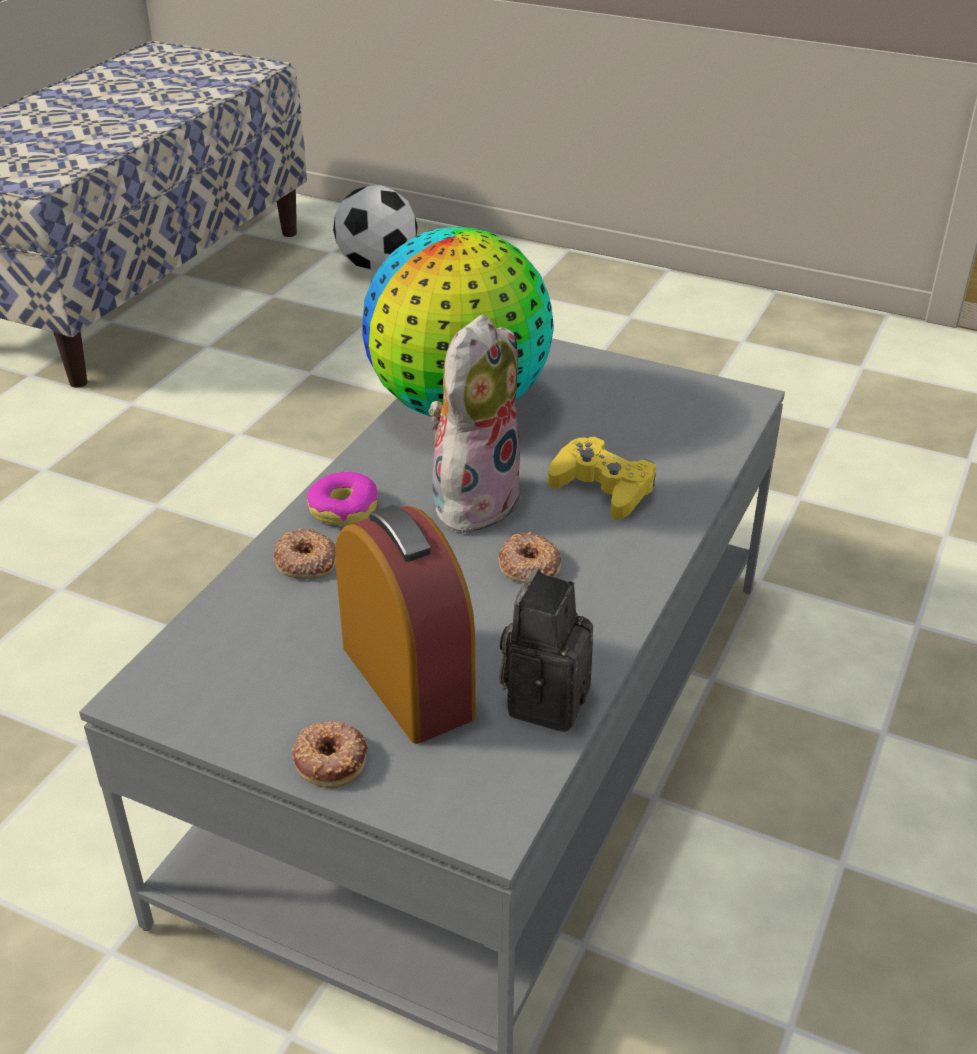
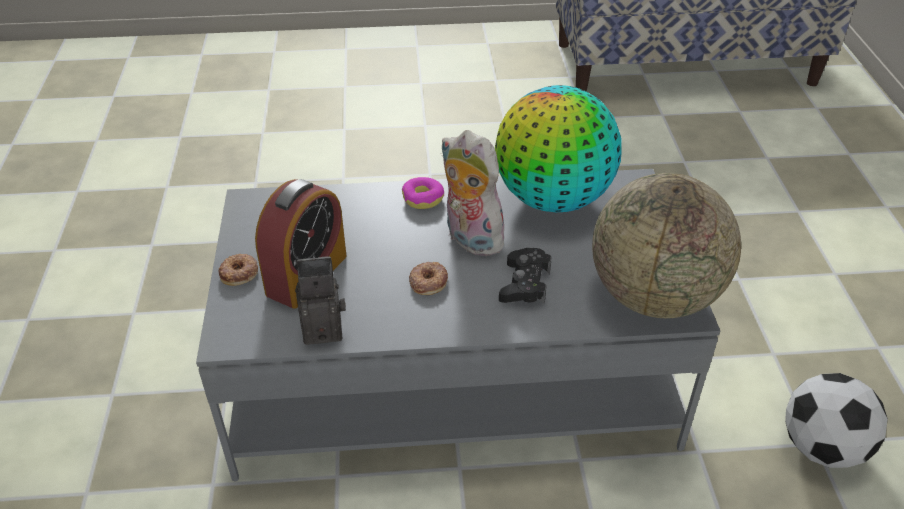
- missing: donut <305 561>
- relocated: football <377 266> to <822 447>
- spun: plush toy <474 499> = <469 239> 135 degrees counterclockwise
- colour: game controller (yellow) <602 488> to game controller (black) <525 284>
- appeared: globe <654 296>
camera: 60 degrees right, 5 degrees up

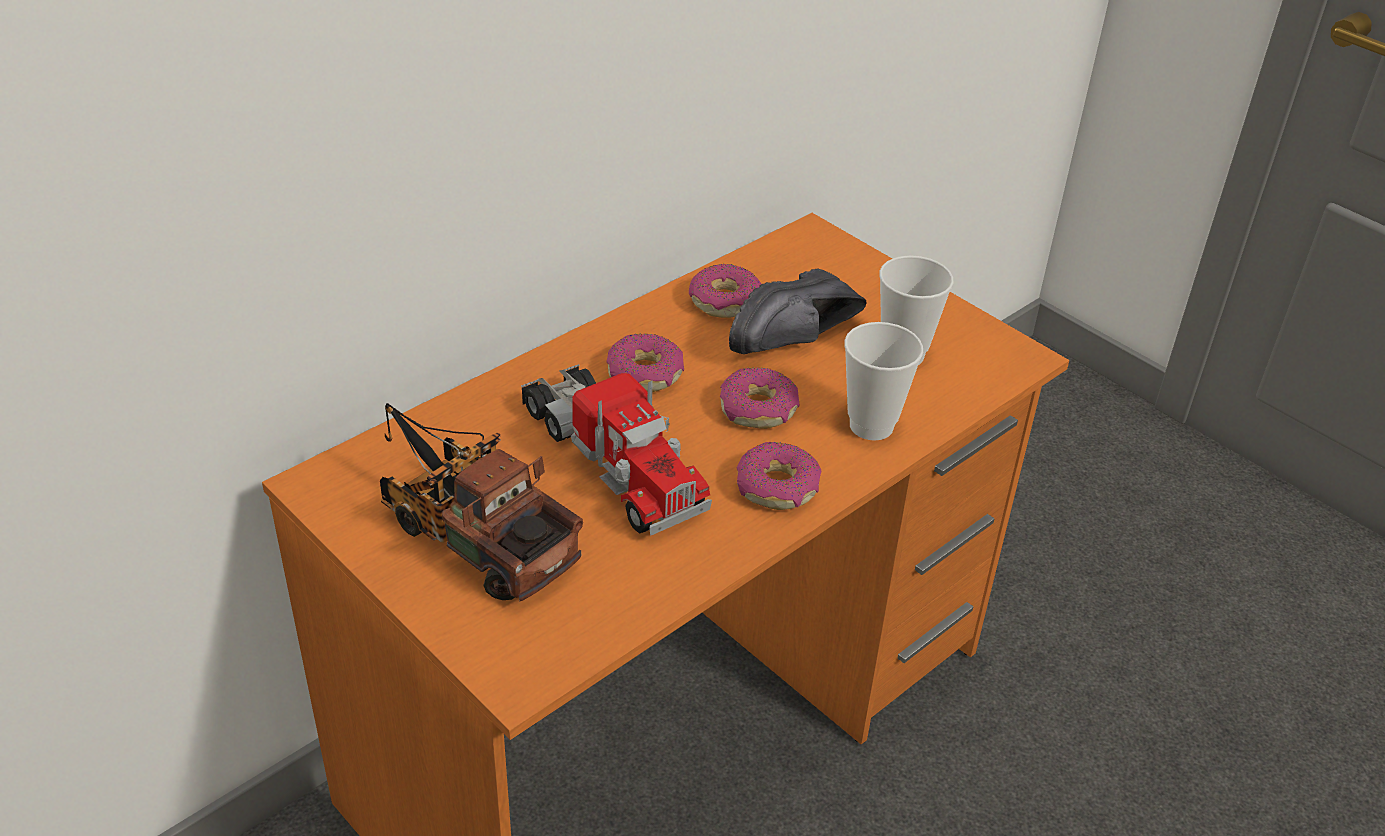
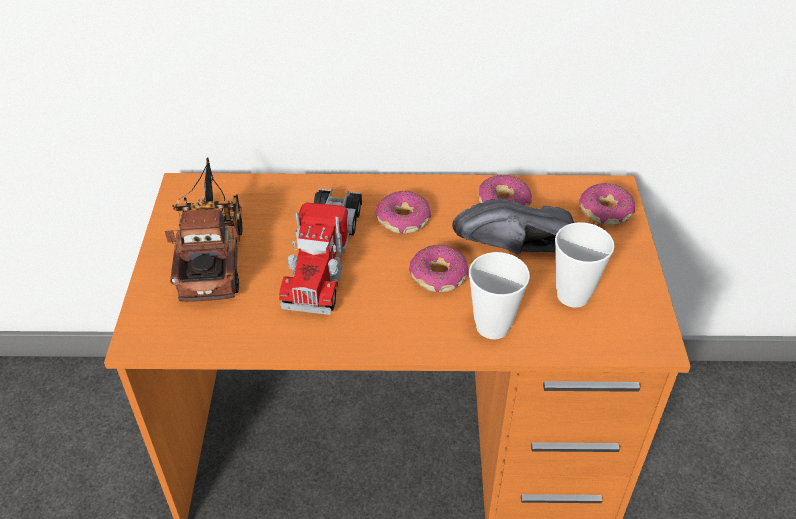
- relocated: donut <777 488> to <605 212>
camera: 45 degrees right, 5 degrees up

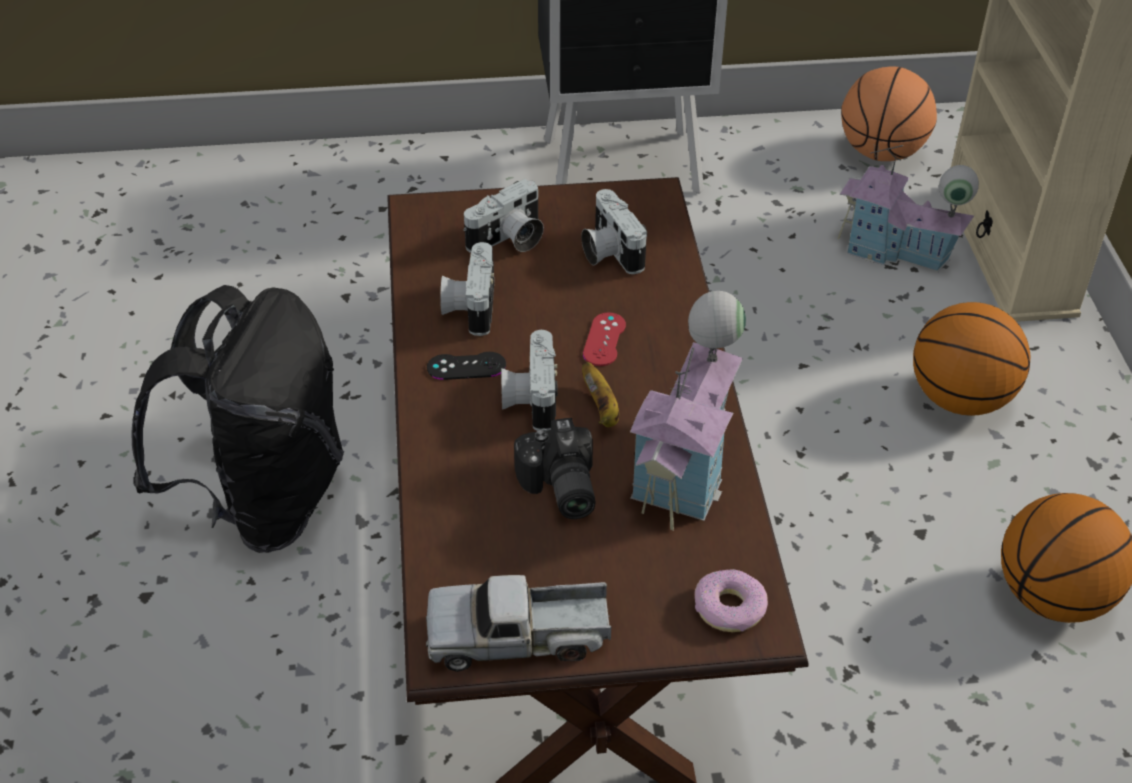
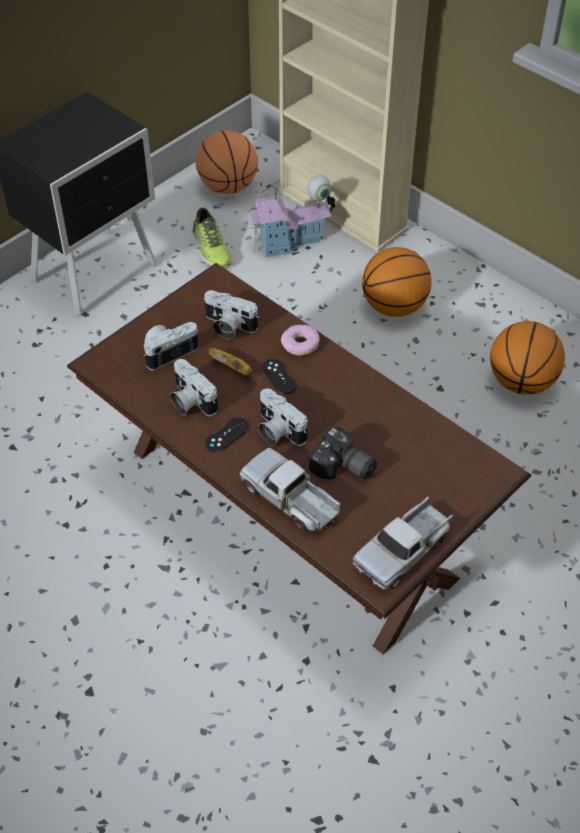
- missing: backpack (black) <264 500>
- spun: photo camera <509 240> = <168 351> 135 degrees counterclockwise
- relocated: banana <602 409> to <233 368>
- colour: game controller (red) <604 340> to game controller (black) <279 377>
- missing: toy house <688 466>
- relocated: donut <729 608> to <300 344>
- appeared: shoe <210 248>
- appeared: toy truck <290 499>
camera: 40 degrees left, 5 degrees up

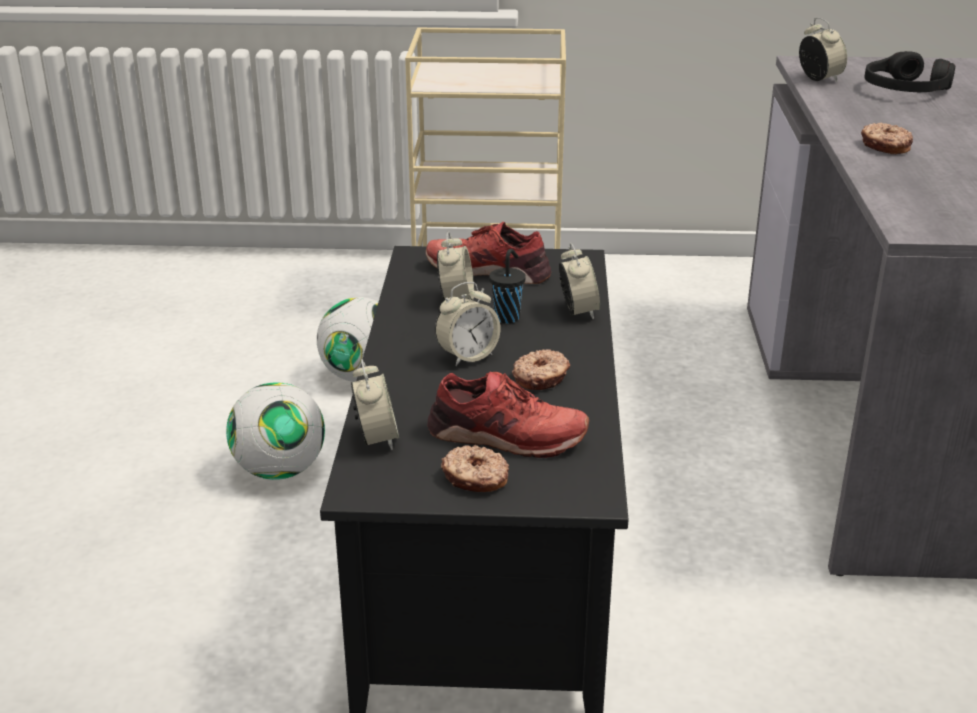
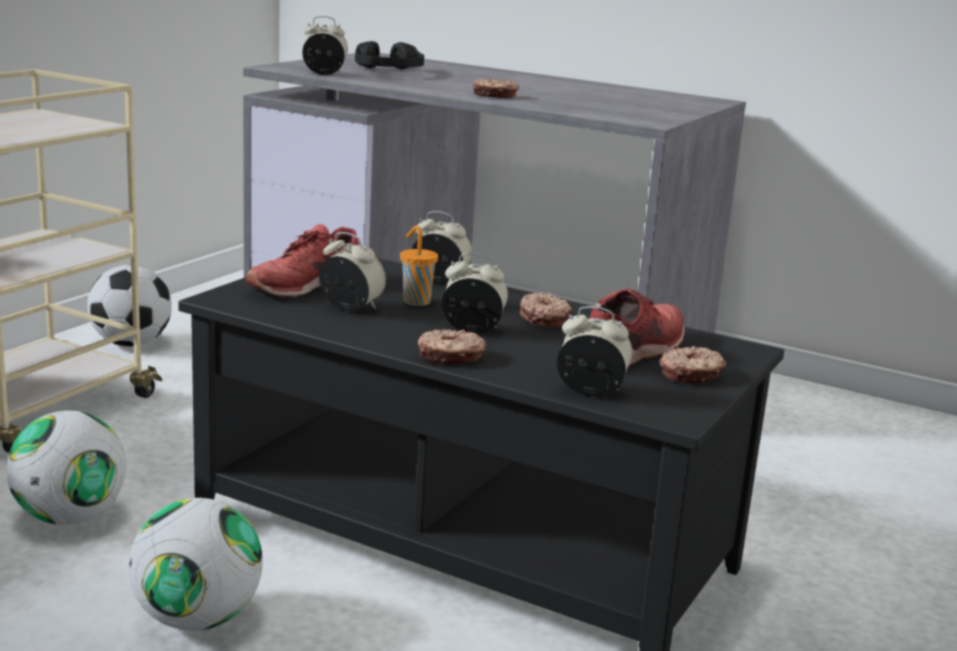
- spun: alarm clock <467 356> = <472 330> 75 degrees counterclockwise
- colour: cup (black) <507 317> to cup (orange) <415 301>
- appeared: football <131 343>
- appeared: donut <450 357>
camera: 65 degrees left, 10 degrees down

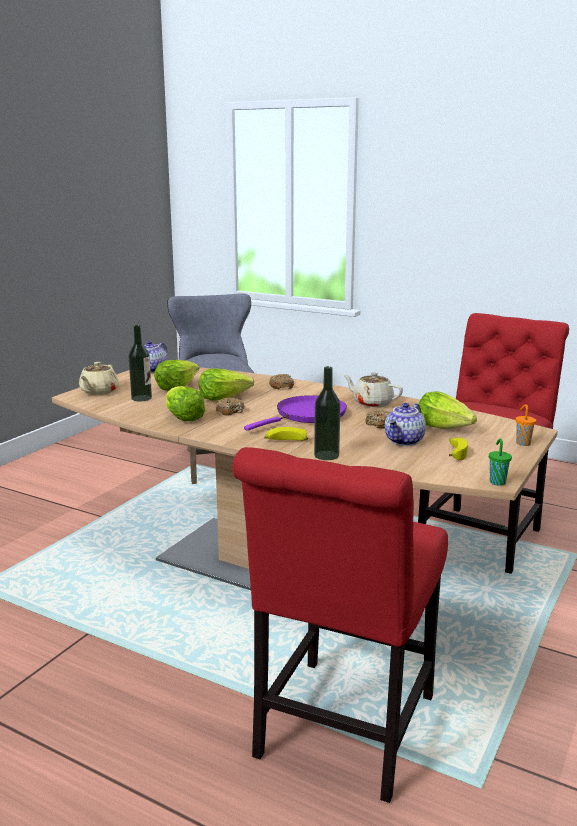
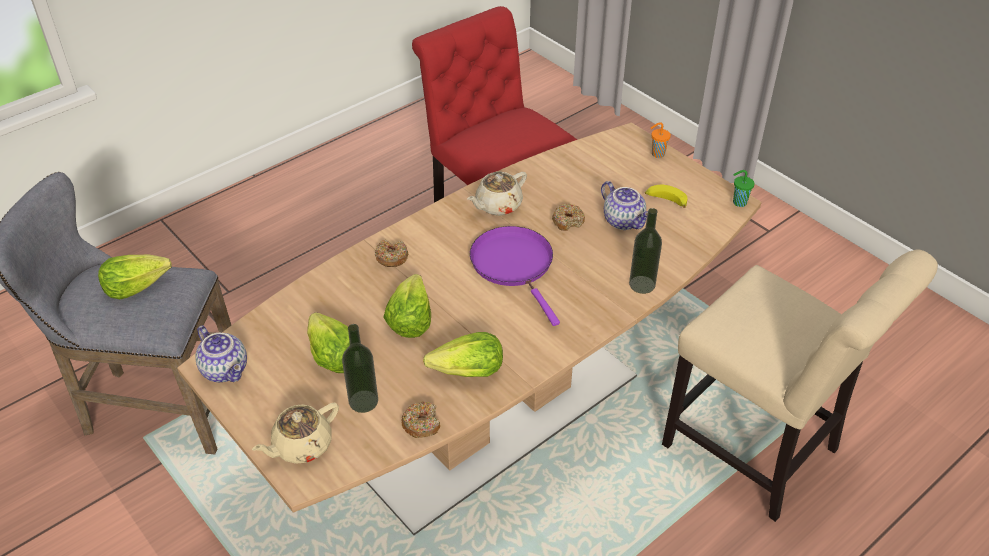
- spun: teapot (beige) <98 391> = <301 446> 105 degrees clockwise
- relocated: donut <230 411> to <421 424>
- colour: chair (red) <341 733> to chair (beige) <757 453>
- missing: banana <285 441>
- relocated: lettuce <444 427> to <136 286>
camera: 70 degrees left, 25 degrees up

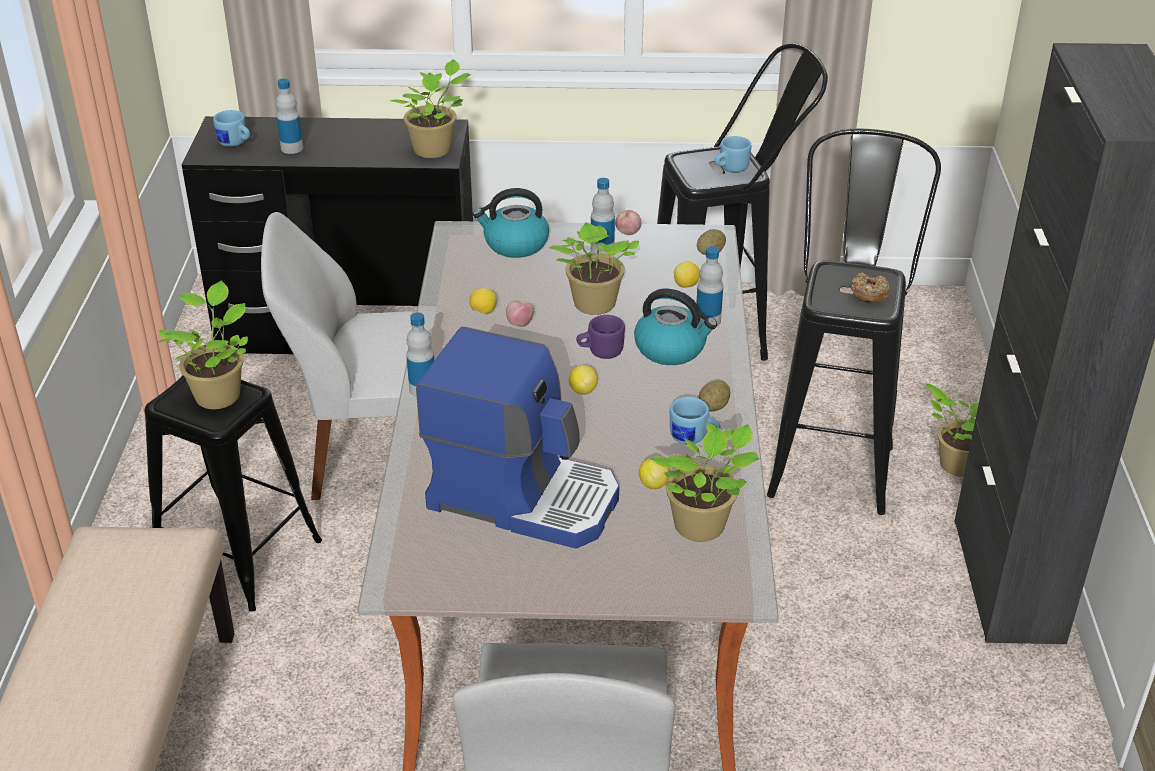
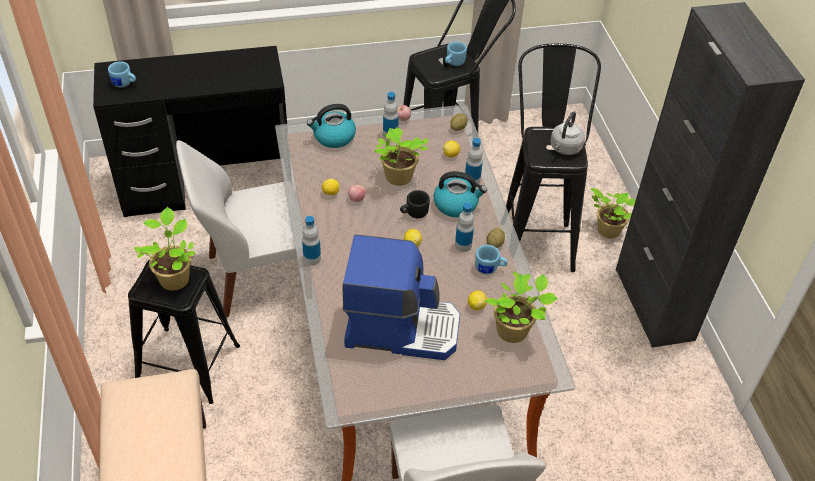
- relocated: bottle <292 148> to <463 245>
- missing: potted plant <435 150>
- colour: mug (purple) <600 352> to mug (black) <413 213>
- exchanged: donut <869 293> to kettle (grey) <564 148>
camera: 15 degrees left, 10 degrees up

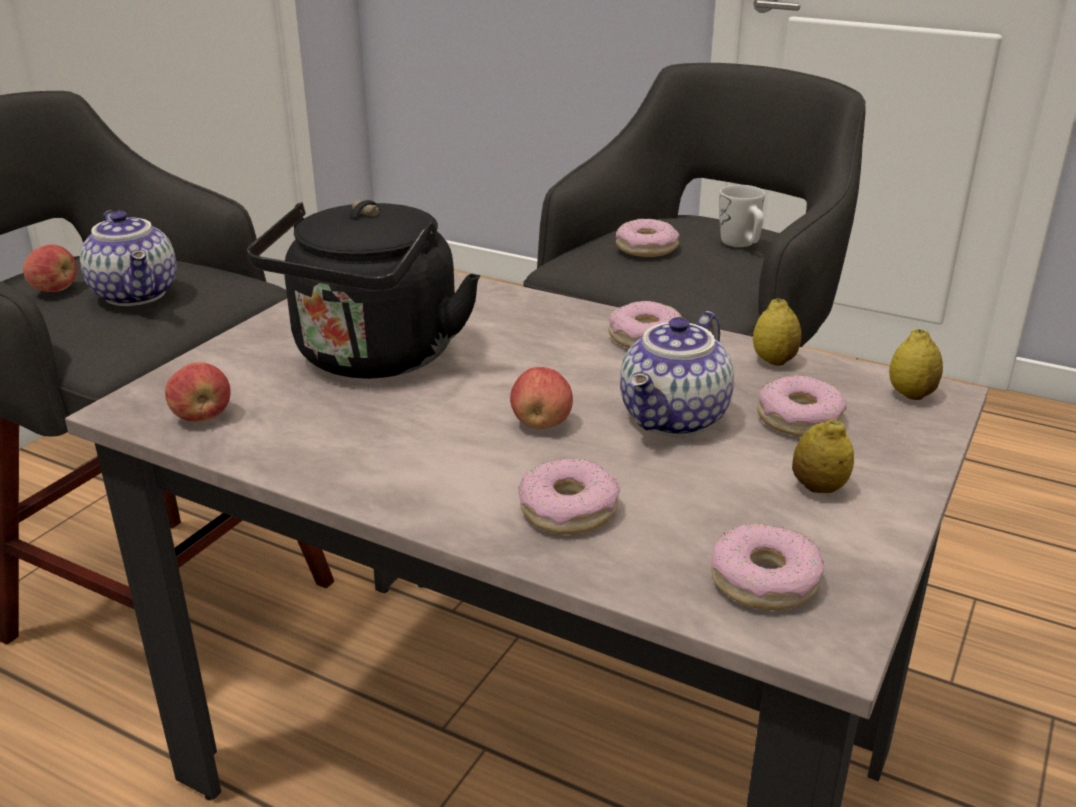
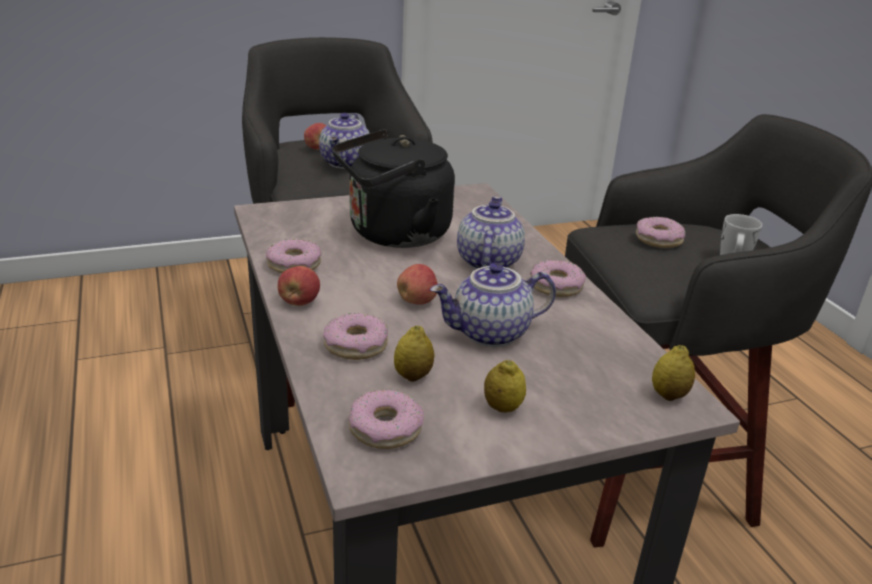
- relocated: apple <202 417> to <299 302>
- relocated: lemon <774 361> to <413 376>
- relocated: donut <798 418> to <294 264>
- appeared: teapot <486 262>
camera: 40 degrees right, 0 degrees up

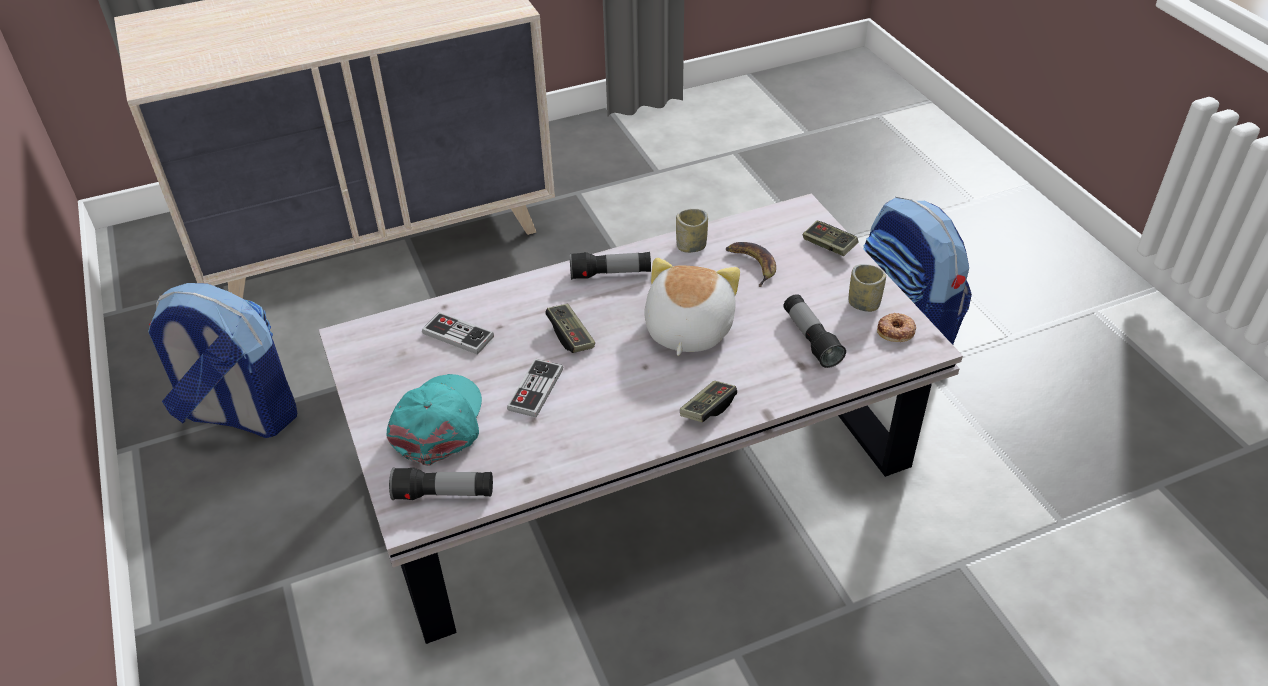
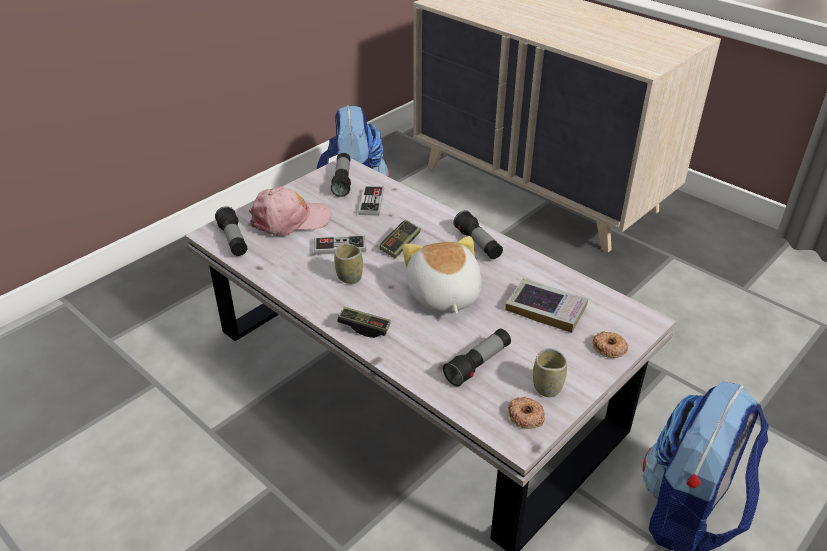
- colour: cap (turquoise) <439 423> to cap (pink) <290 220>
- spun: plush toy <686 330> = <443 295> 90 degrees counterclockwise
- relocated: cup <691 246> to <349 277>
- exchanged: banana <752 264> to book <546 309>
- exchanged: game controller <829 246> to donut <609 348>
- appeared: flashlight <342 181>
camera: 65 degrees right, 5 degrees down

